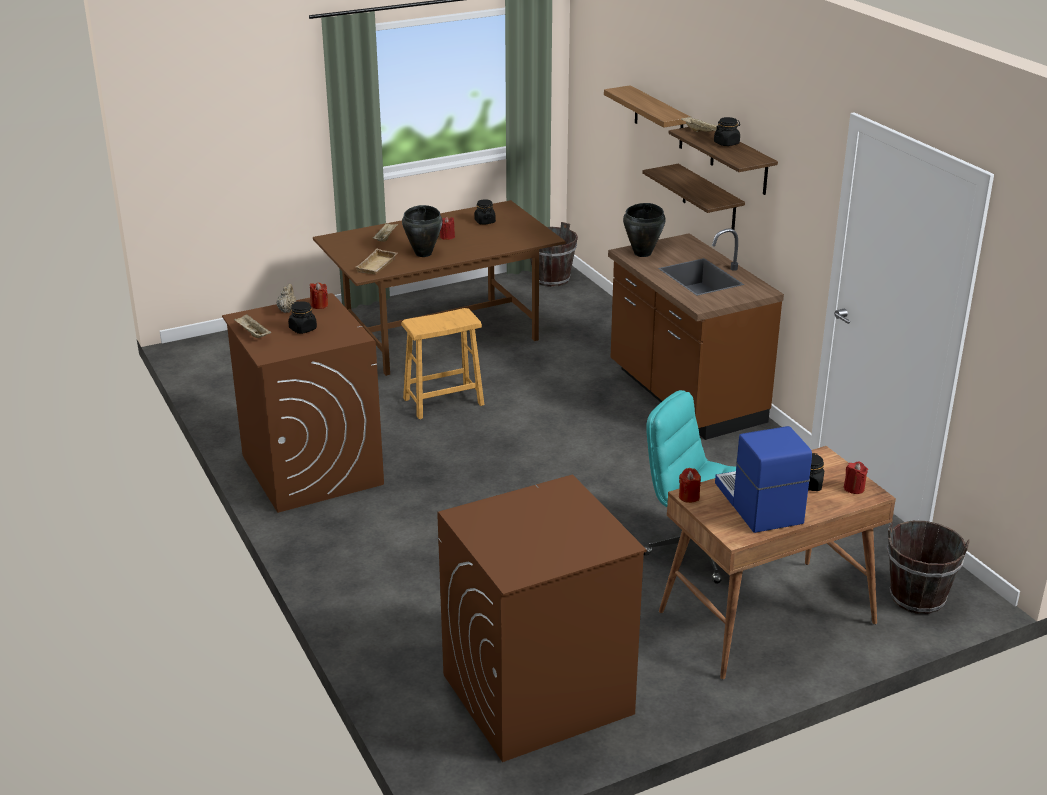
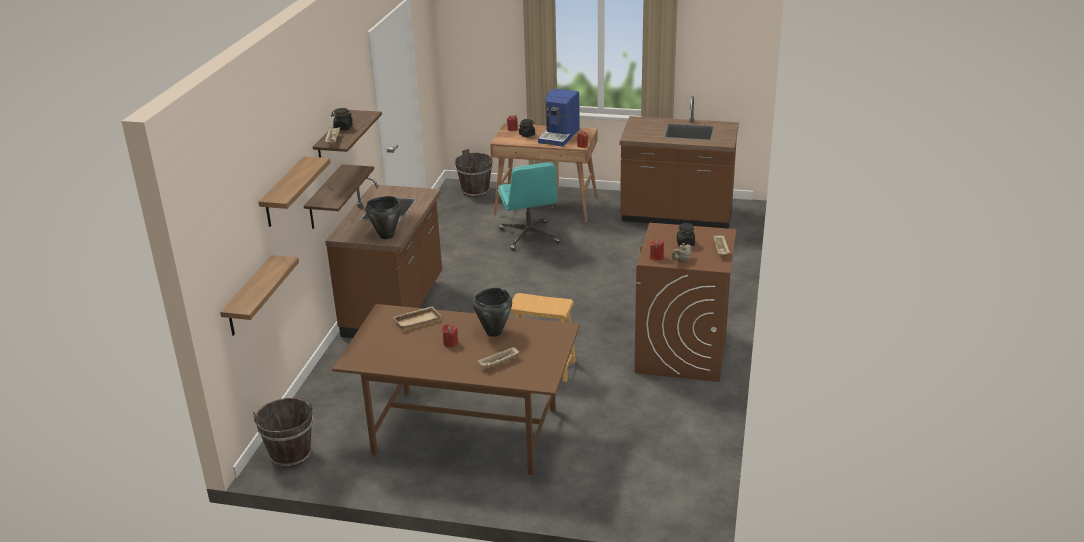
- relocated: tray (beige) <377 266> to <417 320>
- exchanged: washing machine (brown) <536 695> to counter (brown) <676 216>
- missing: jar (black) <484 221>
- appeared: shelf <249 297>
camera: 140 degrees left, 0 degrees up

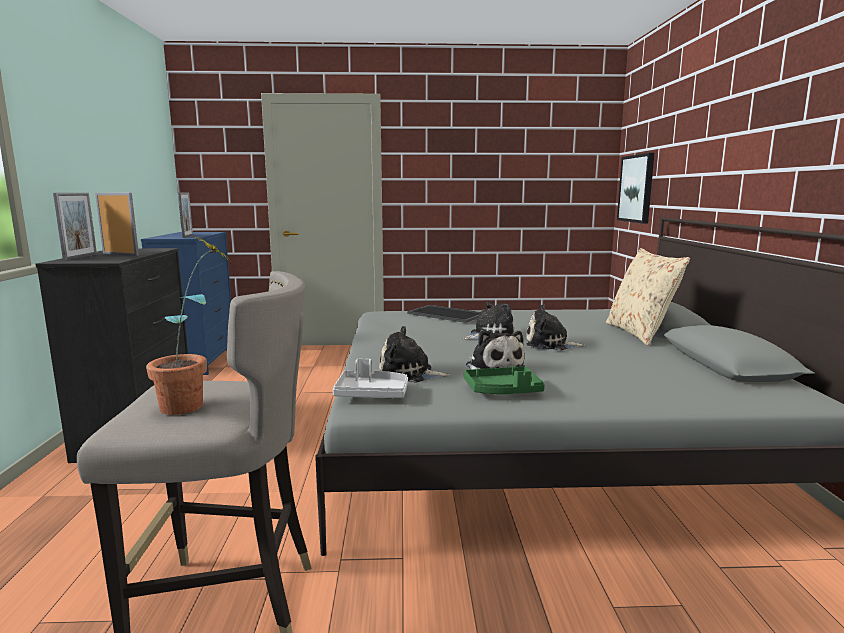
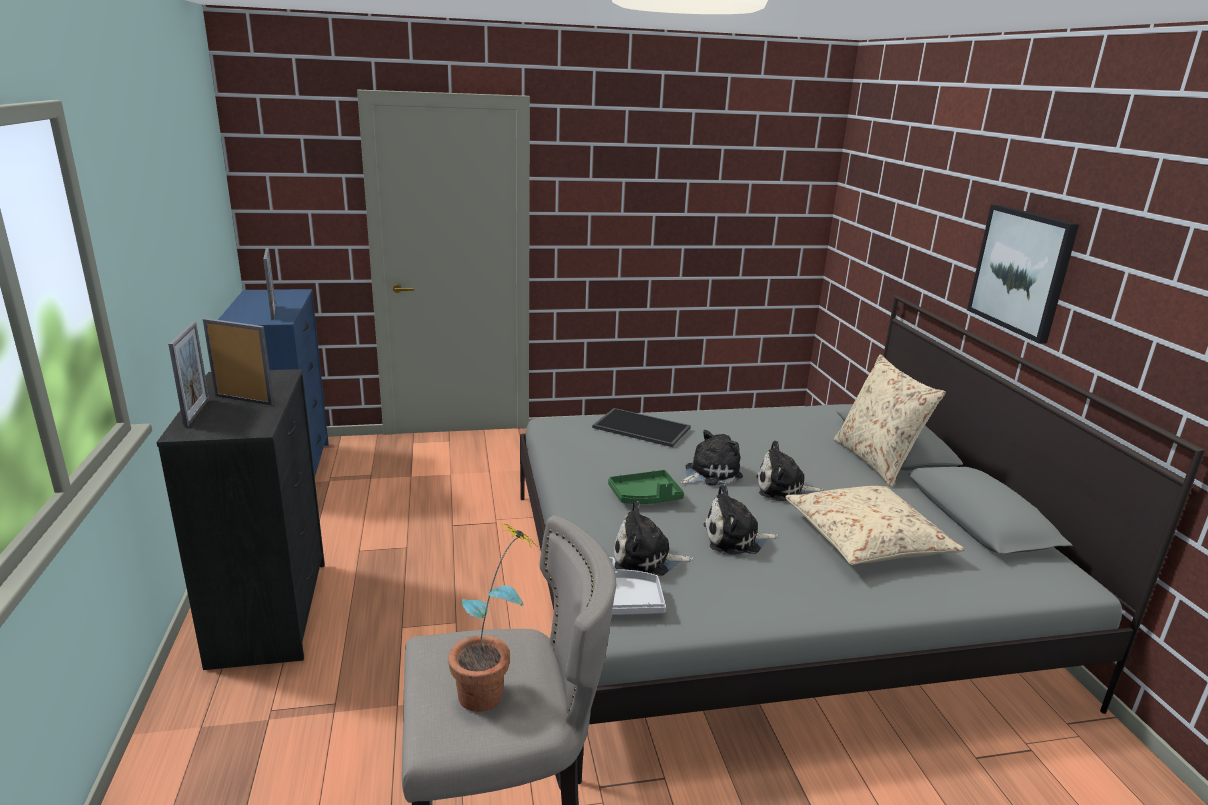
- relocated: tray (green) <503 391> to <645 497>
- spun: plush toy <493 367> = <735 539> 120 degrees clockwise
- relocated: picture <636 188> to <1021 271>
- appeared: pillow (beige) <866 539>
camera: 10 degrees left, 10 degrees up

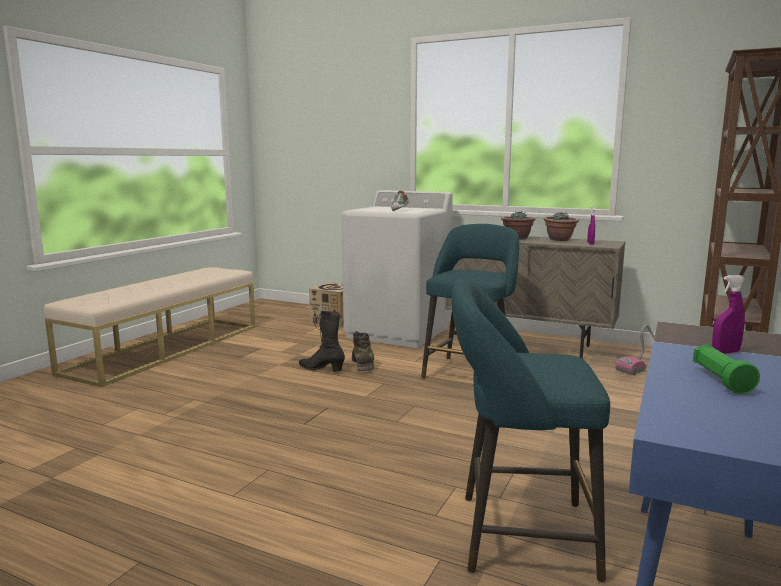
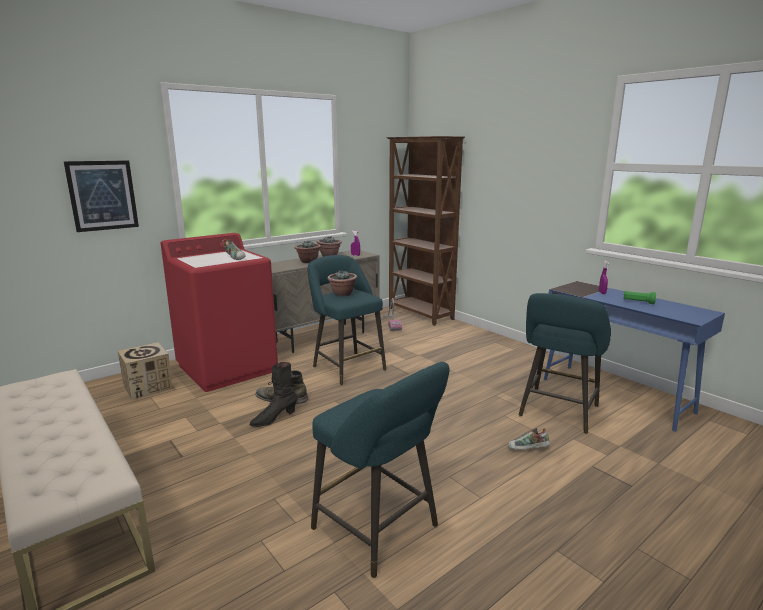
- colour: washing machine (white) <398 332> to washing machine (red) <228 368>
- appeared: picture <102 195>
- appeared: stool (turquoise) <380 531>
- appeared: potted plant <342 294>
- appeared: shoe <528 450>
camera: 65 degrees left, 5 degrees up

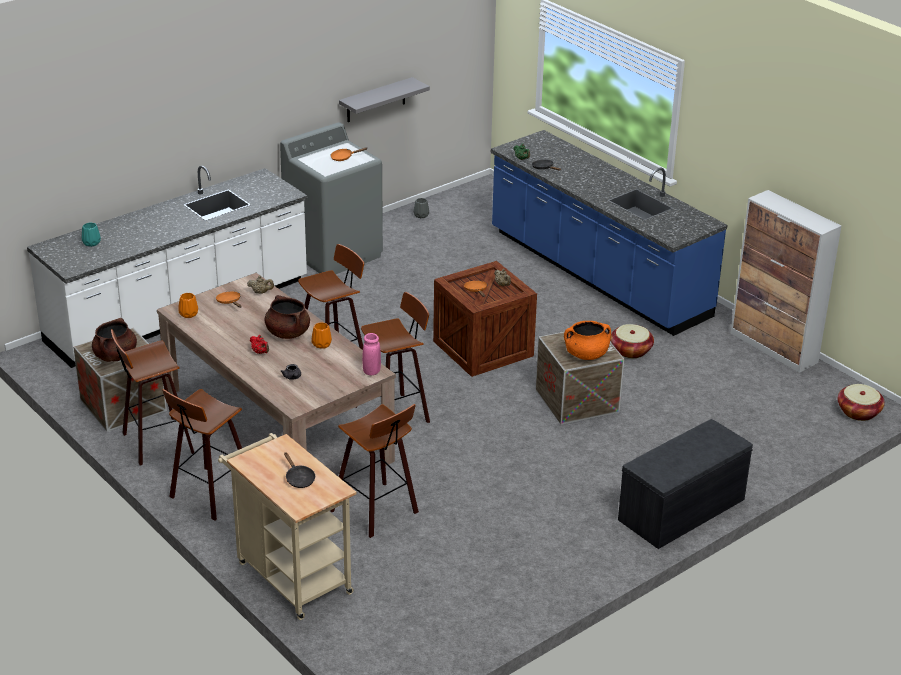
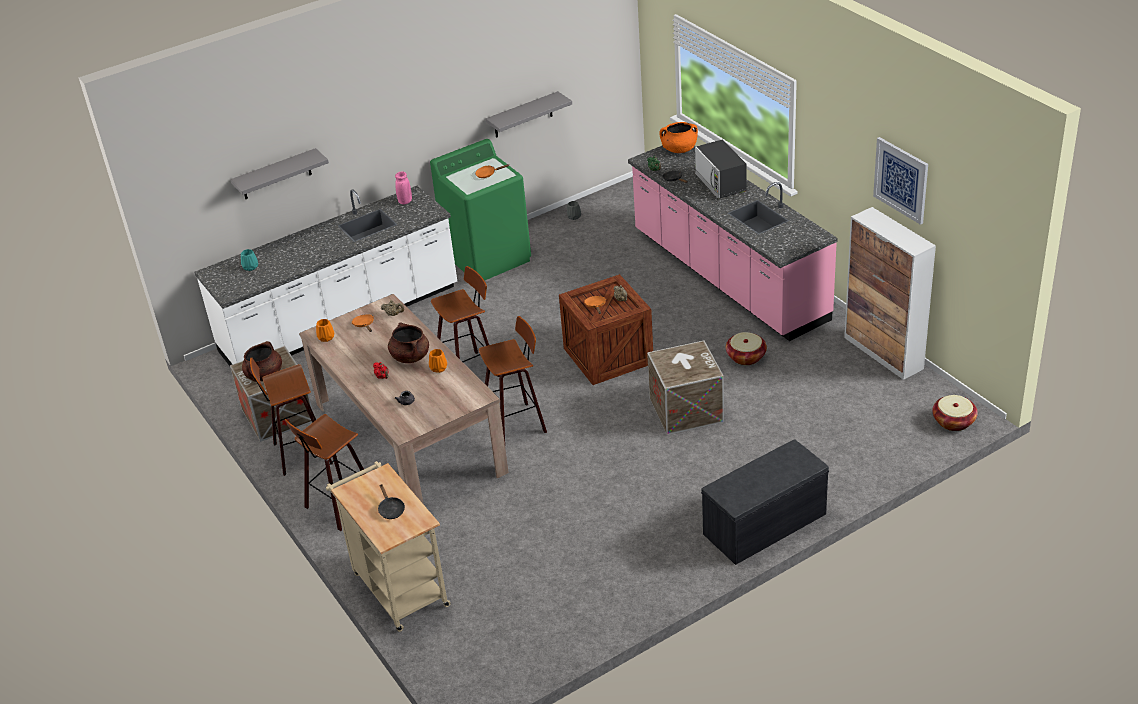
- colour: washing machine (grey) <334 253> to washing machine (green) <488 257>
- missing: stool <378 511>
- relocated: vase (pink) <371 371> to <405 201>
- colour: counter (blue) <597 274> to counter (pink) <728 276>
- relocated: cooking pot (orange) <586 354> to <679 149>
- appeared: shelf (grey) <276 175>
- appeared: microwave <720 183>
- appeared: picture <901 180>
camera: 10 degrees right, 5 degrees up

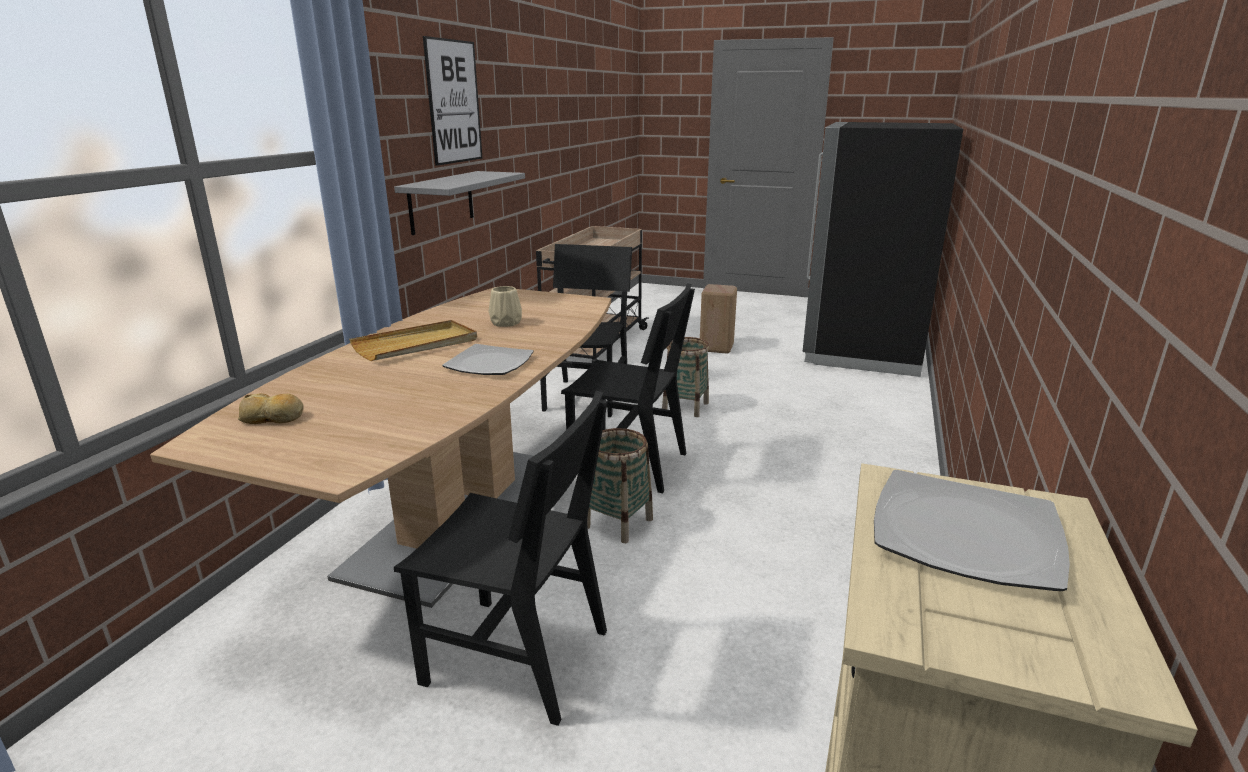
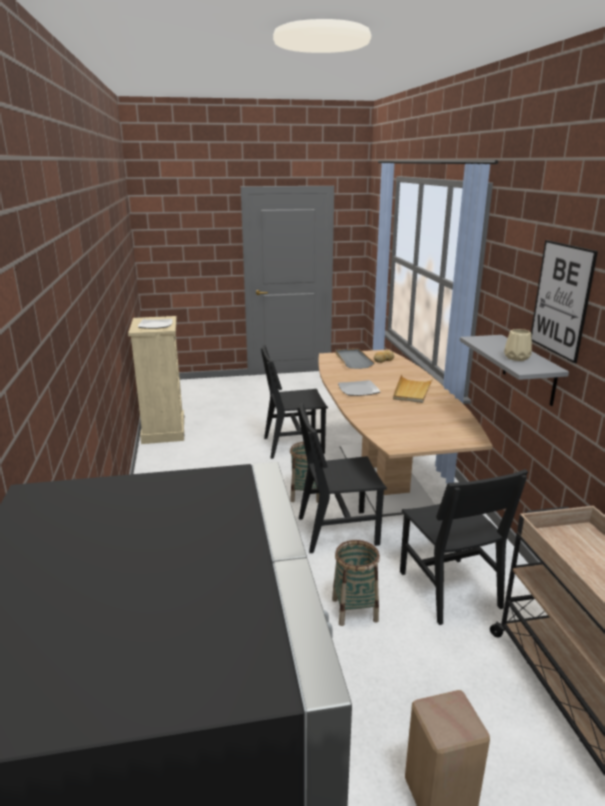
- relocated: vase (beige) <506 323> to <516 357>
- appeared: tray (grey) <353 360>
camera: 150 degrees right, 0 degrees up

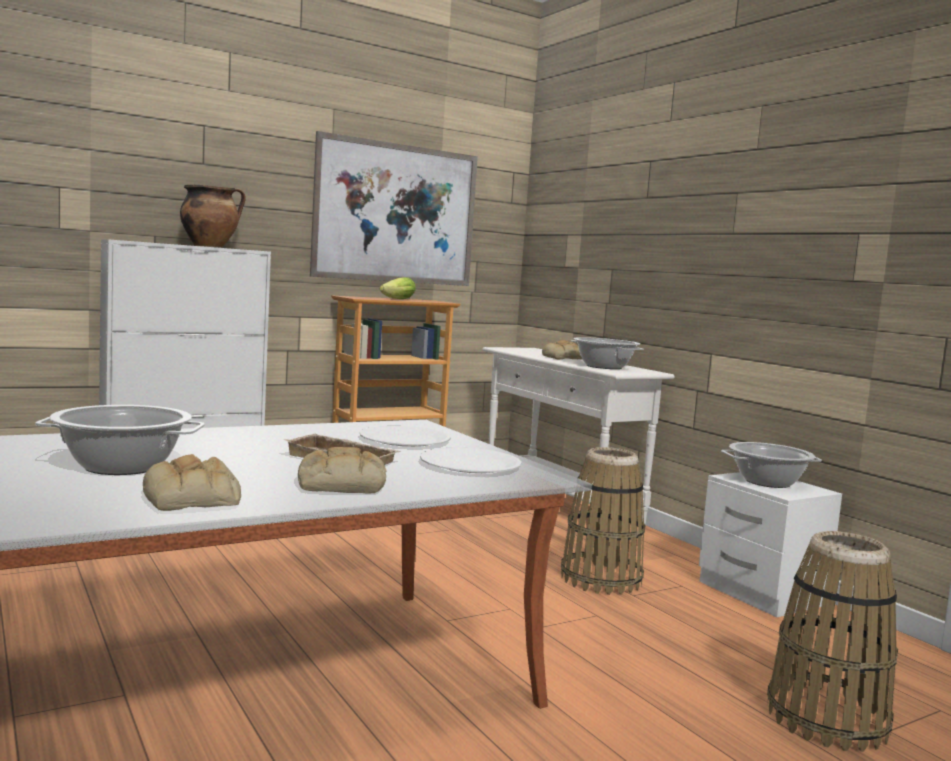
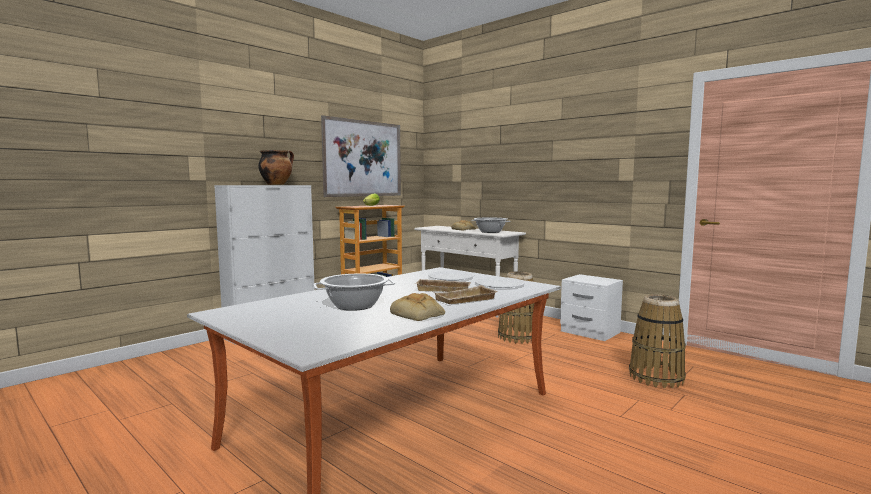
- exchanged: bread <340 485> to tray (beige) <466 300>
- missing: cooking pot <767 482>
camera: 15 degrees left, 0 degrees up

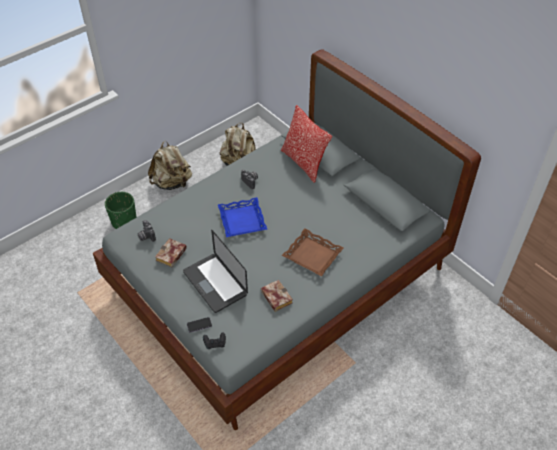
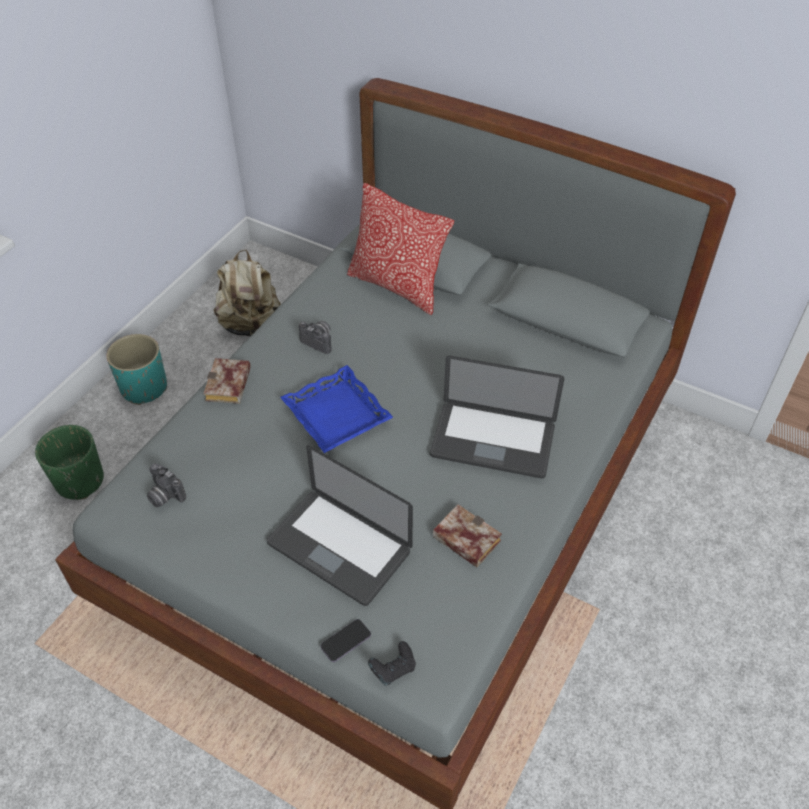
- exchanged: backpack (beige) <172 183> to planter (turquoise) <144 388>
- relocated: book <171 256> to <229 386>
- exchanged: tray (brown) <312 255> to laptop <492 441>
camera: 20 degrees left, 0 degrees up

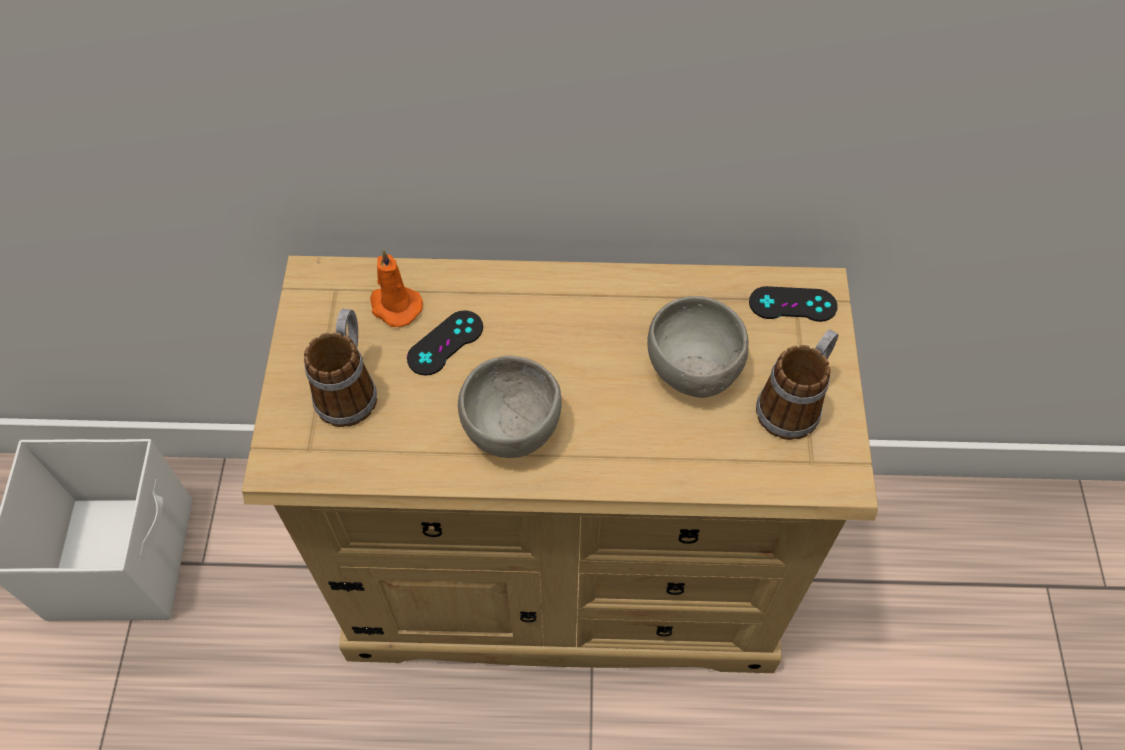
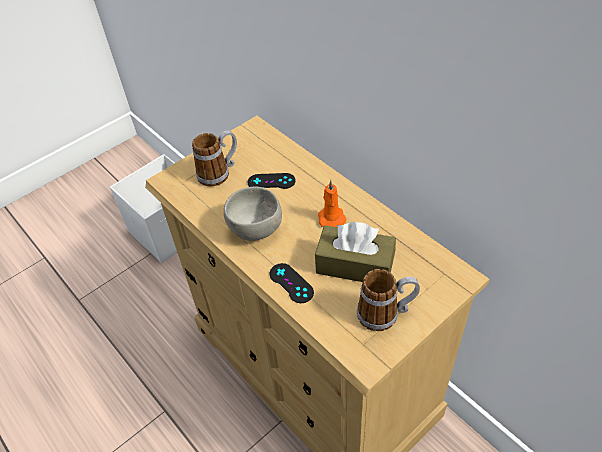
- relocated: candle (orange) <394 306> to <331 217>
- exchanged: bowl (grey) <692 372> to tissue box (brown) <355 265>
- relocated: game controller (black) <792 304> to <291 283>
camera: 50 degrees right, 10 degrees down

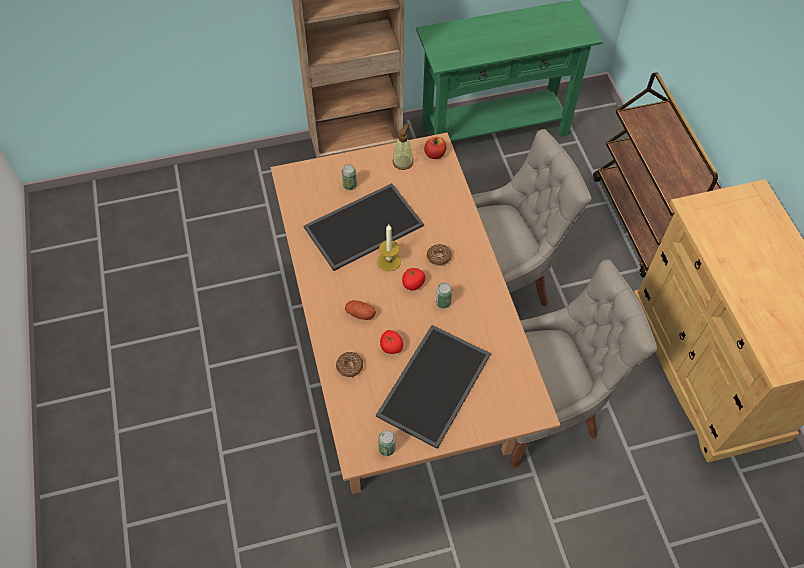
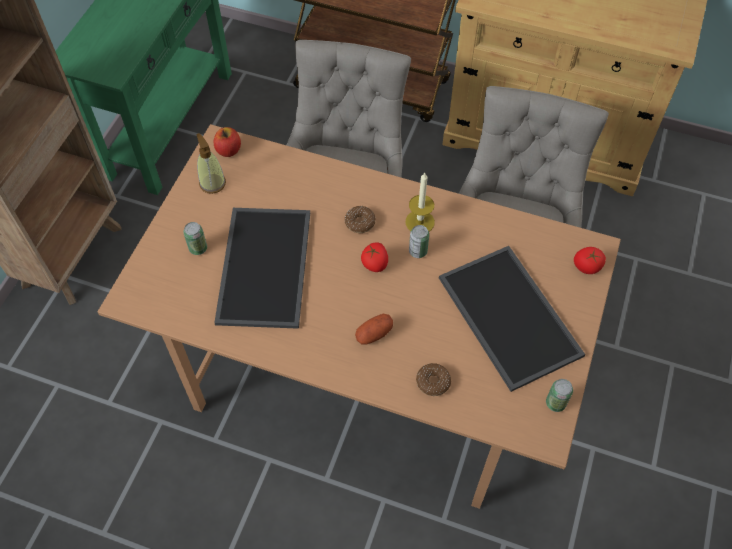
- relocated: candle <389 261> to <420 222>
- relocated: tomato <391 347> to <586 267>
camera: 55 degrees left, 0 degrees up

